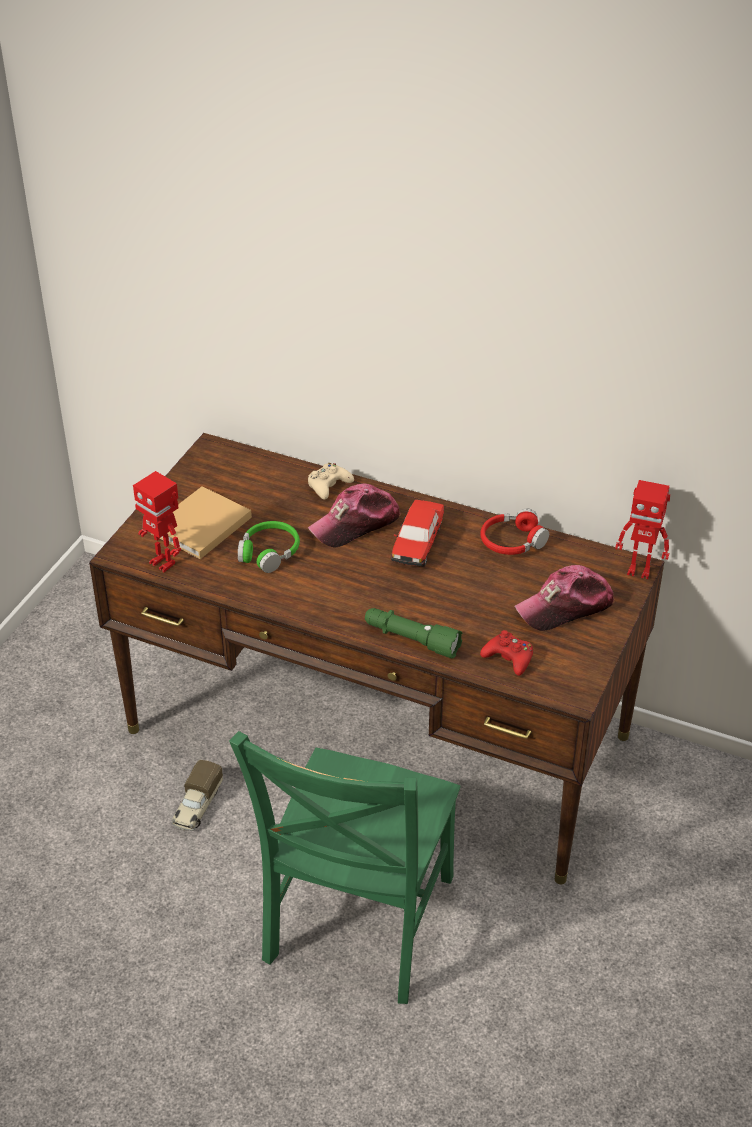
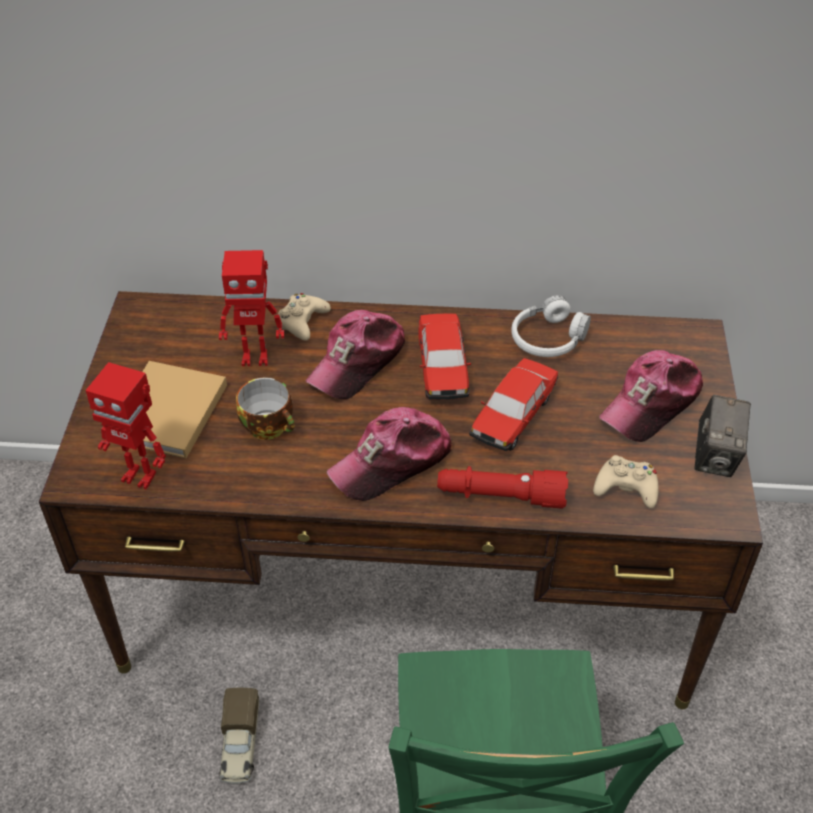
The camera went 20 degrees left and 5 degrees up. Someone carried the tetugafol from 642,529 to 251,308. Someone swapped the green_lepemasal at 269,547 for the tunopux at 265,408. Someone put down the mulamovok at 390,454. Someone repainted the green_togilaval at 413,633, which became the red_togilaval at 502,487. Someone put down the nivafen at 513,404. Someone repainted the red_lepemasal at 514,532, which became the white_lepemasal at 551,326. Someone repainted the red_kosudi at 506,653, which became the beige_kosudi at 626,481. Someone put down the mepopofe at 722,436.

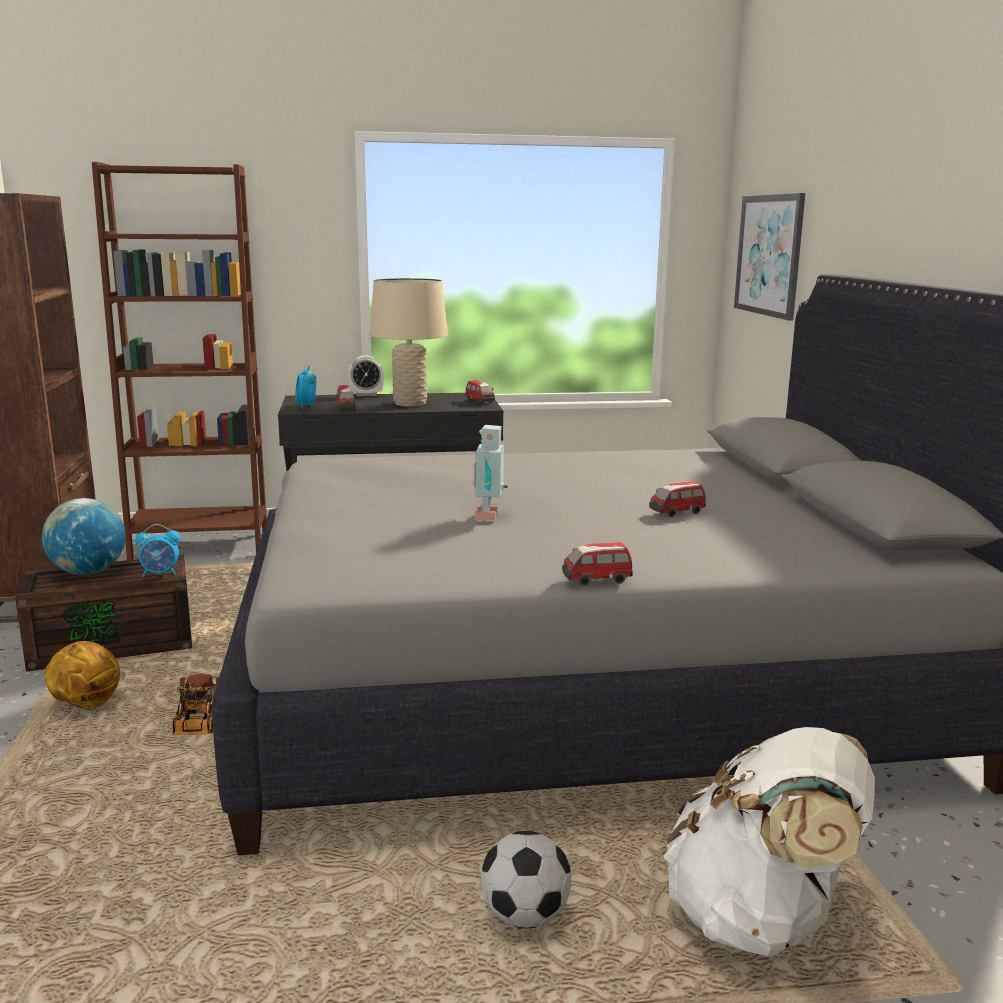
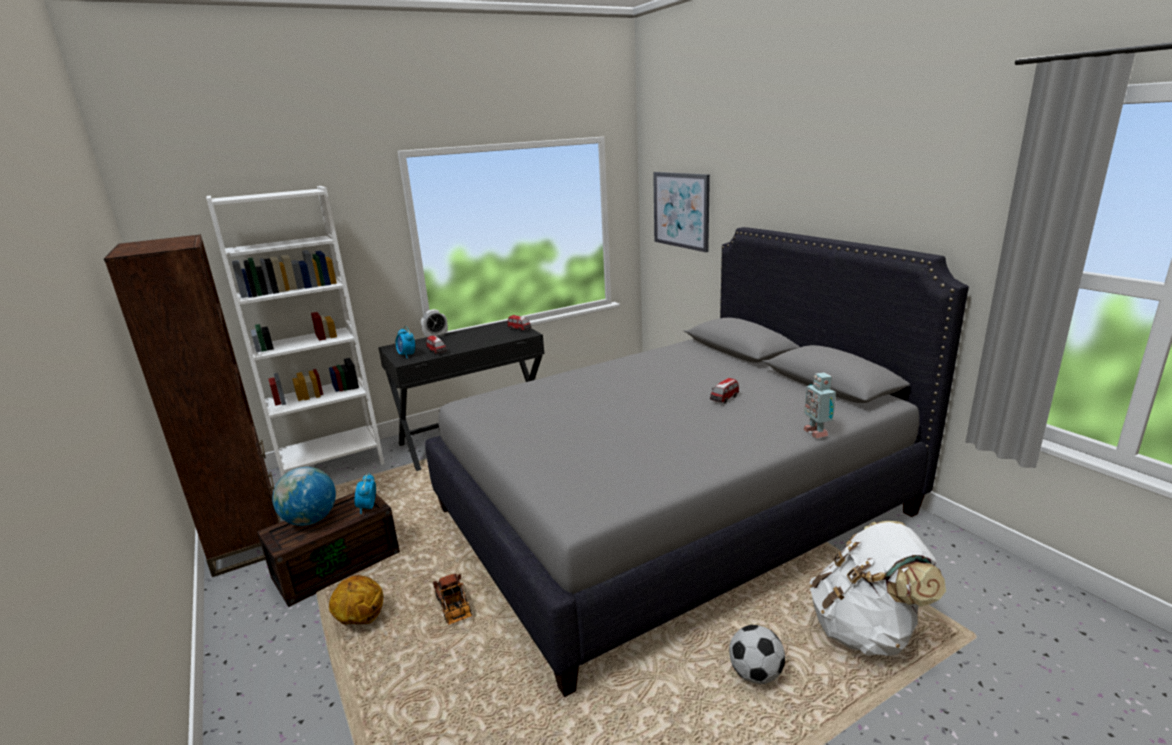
The camera went 20 degrees left and 5 degrees up. Someone repainted the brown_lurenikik at 179,361, which became the white_lurenikik at 295,331. Someone rotated the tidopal at 157,551 by 120 degrees clockwise. Someone carried the tetugafol from 489,472 to 820,405. Someone took away the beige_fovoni at 409,342. Someone took away the nivafen at 597,564.

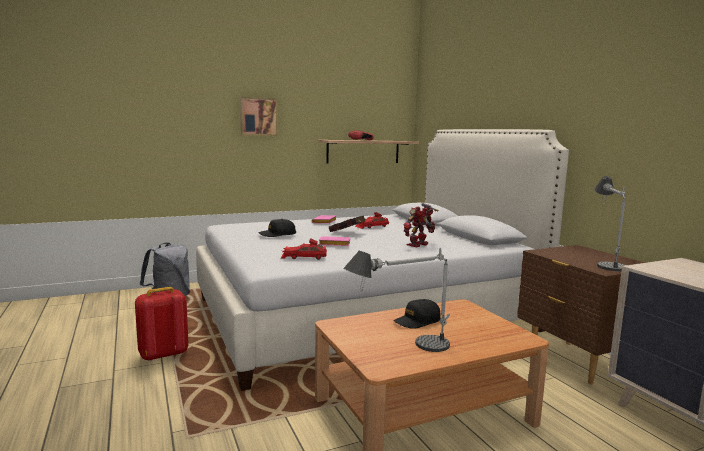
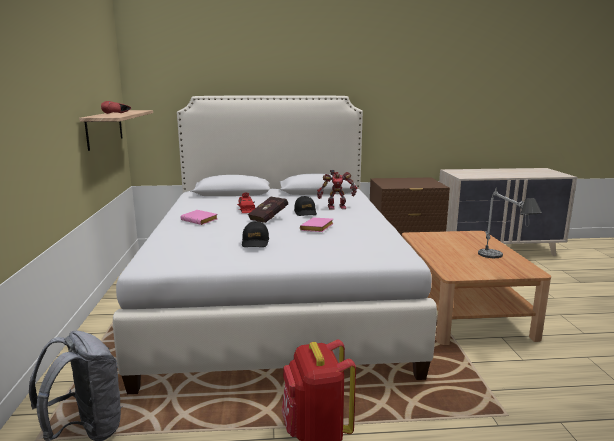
The camera went 70 degrees left and 5 degrees up. Someone carried the black_mulamovok from 417,314 to 305,206. Someone rotated the tetugafol at 420,225 by 75 degrees counterclockwise. Someone took away the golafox at 259,116. Someone took away the red_nivafen at 304,249. Someone took away the fovoni at 610,224.

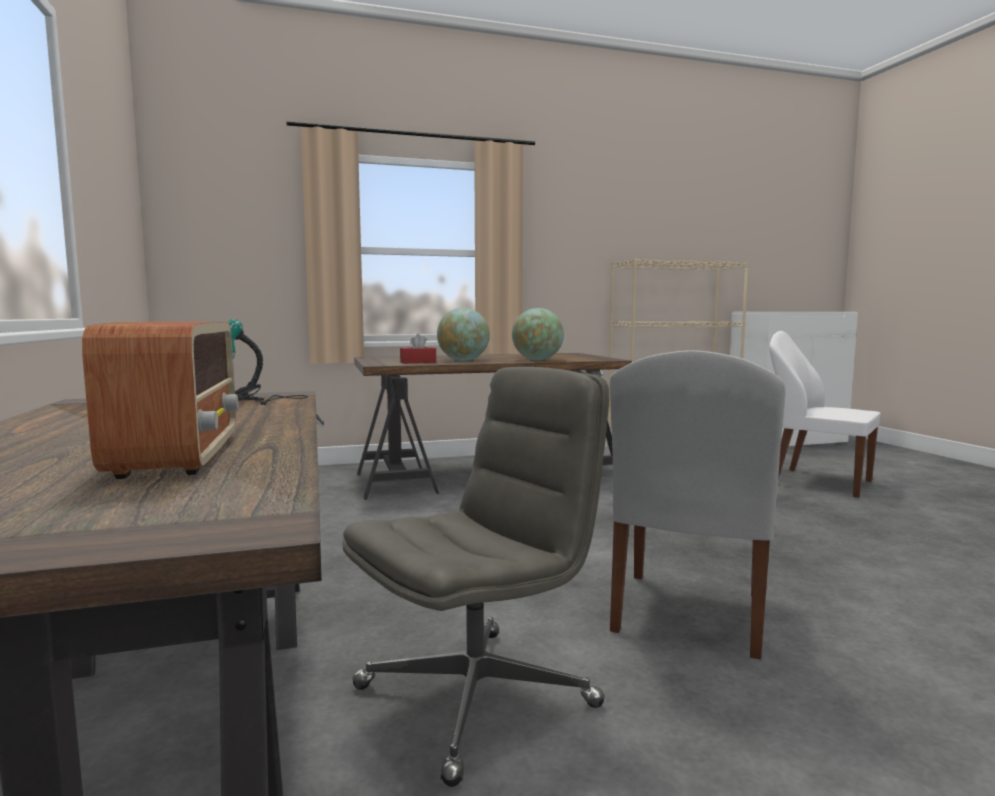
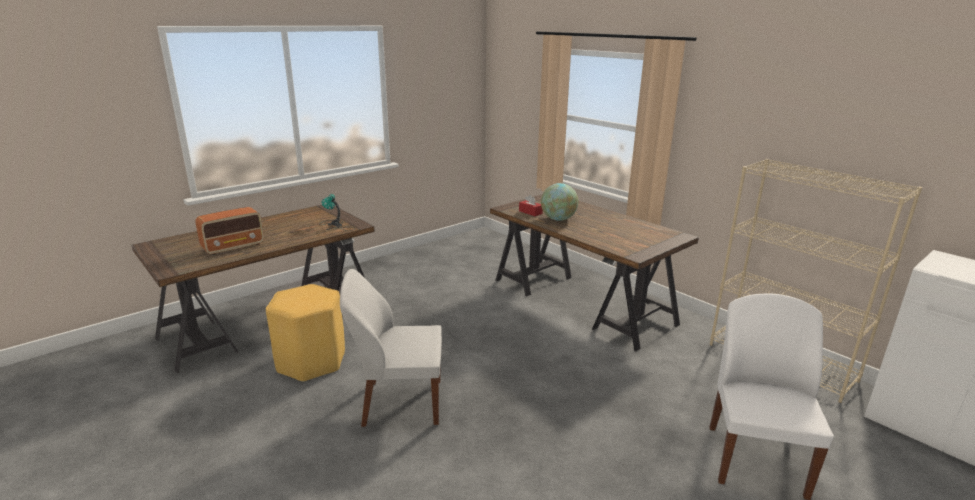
The camera went 65 degrees right and 15 degrees up. Someone swapped the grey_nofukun at 475,577 for the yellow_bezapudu at 305,333. Someone took away the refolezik at 538,334.

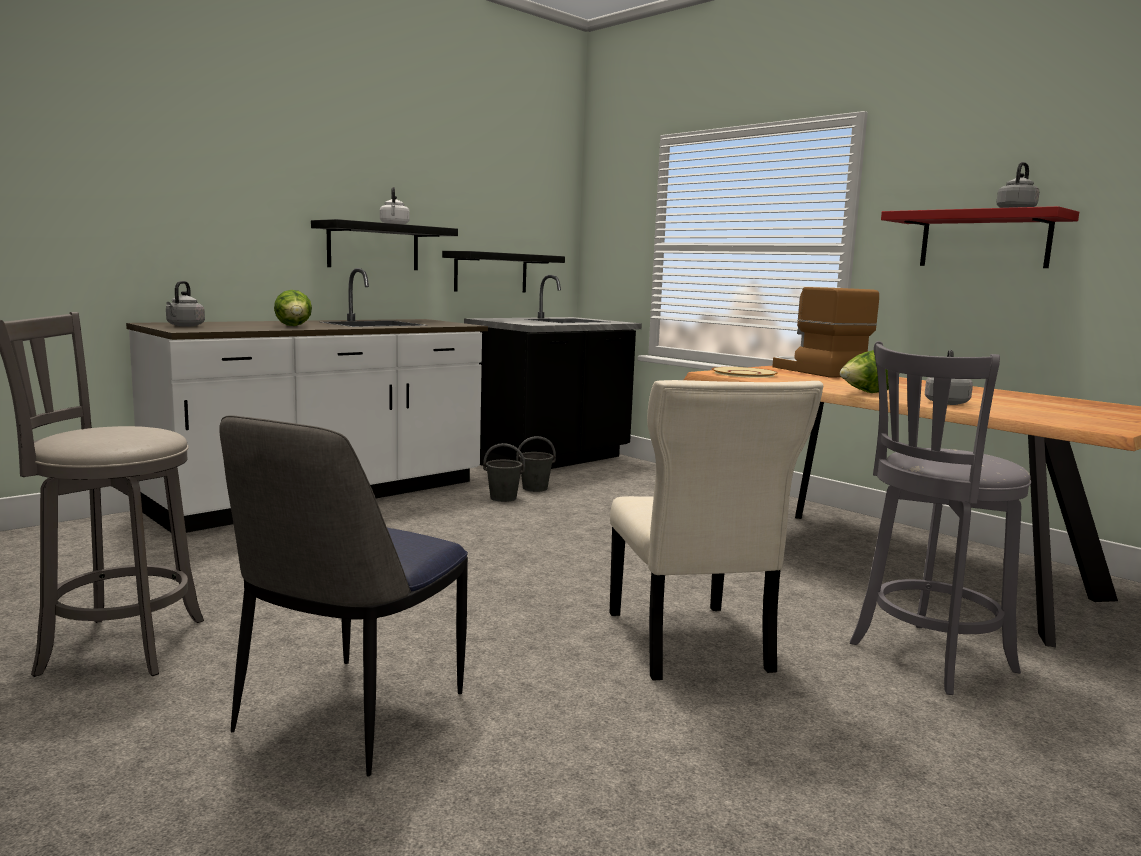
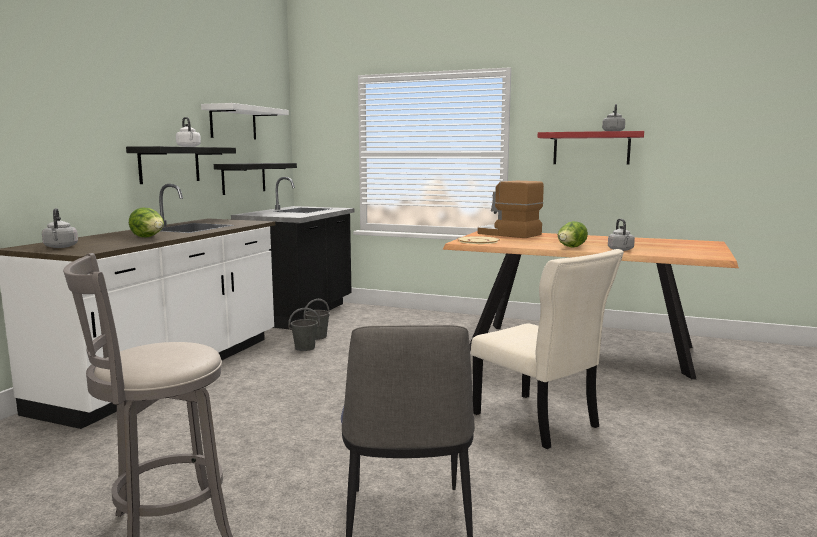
The camera went 25 degrees left and 0 degrees up. Someone put up the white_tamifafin at 245,121. Someone took away the grey_bezapudu at 940,518.

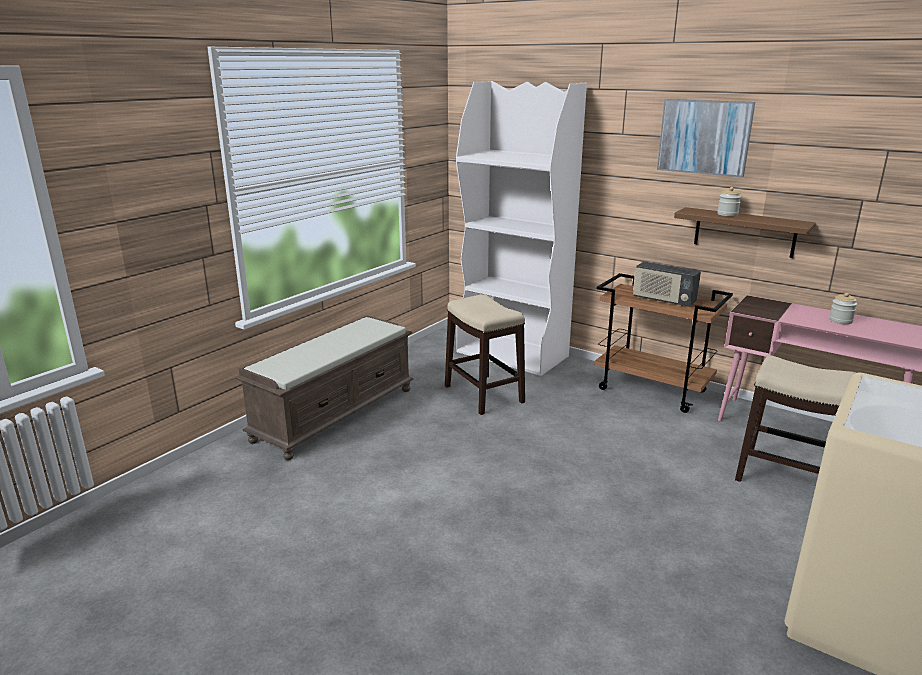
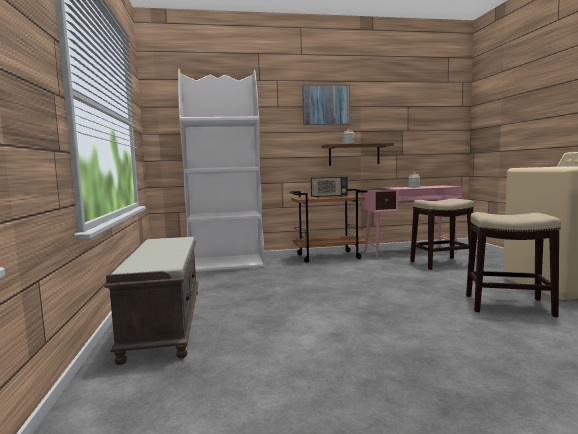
The camera went 45 degrees left and 15 degrees down. Someone carried the bezapudu from 485,354 to 513,264.

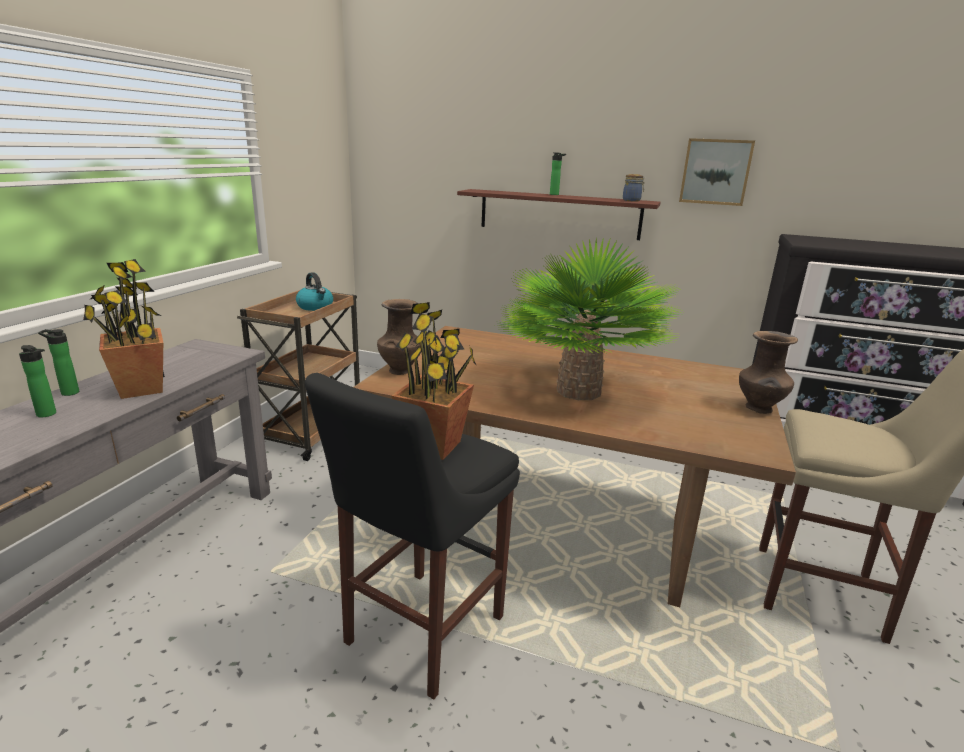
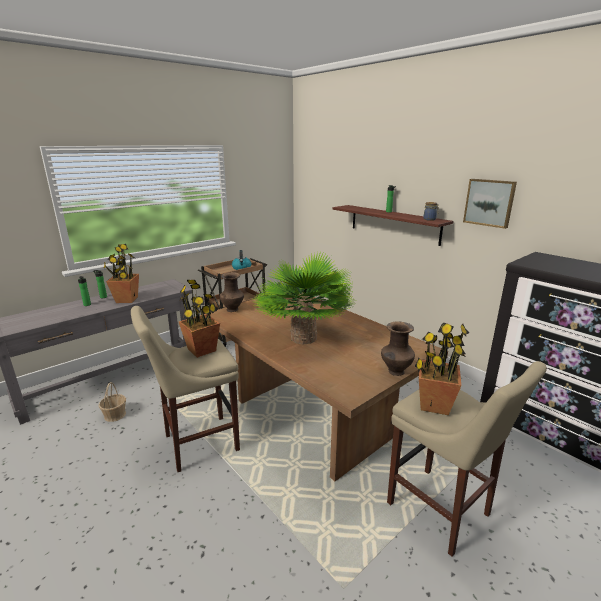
The camera went 30 degrees right and 0 degrees up. Someone put down the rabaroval at 112,402. Someone repainted the black_bezapudu at 412,536, which became the beige_bezapudu at 185,389. Someone put down the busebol at 442,369.

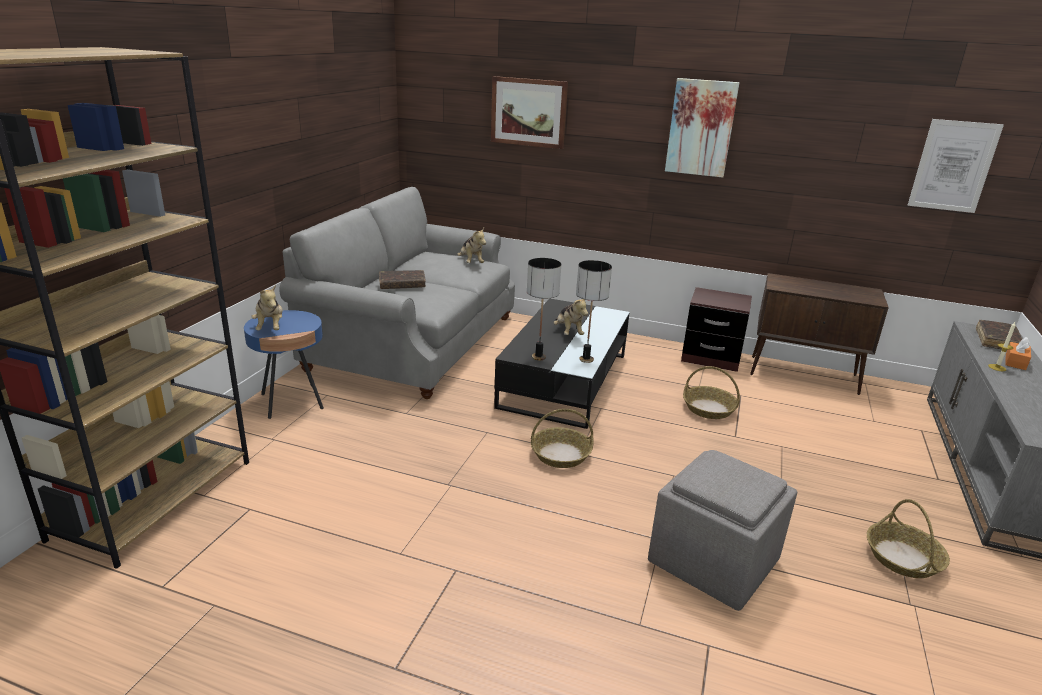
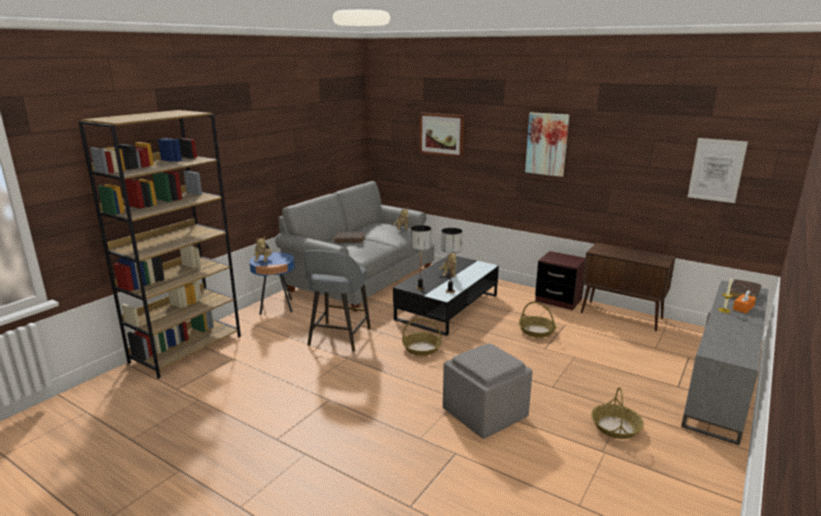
The camera went 15 degrees right and 5 degrees down. Someone put down the grey_bezapudu at 337,301.

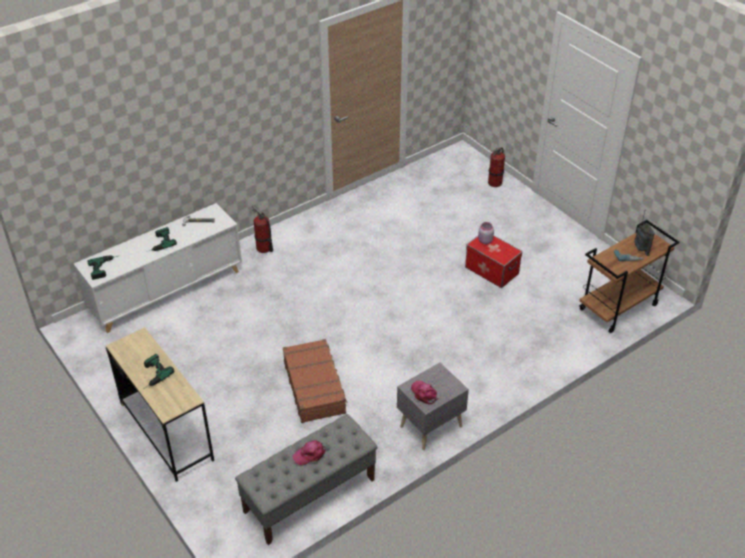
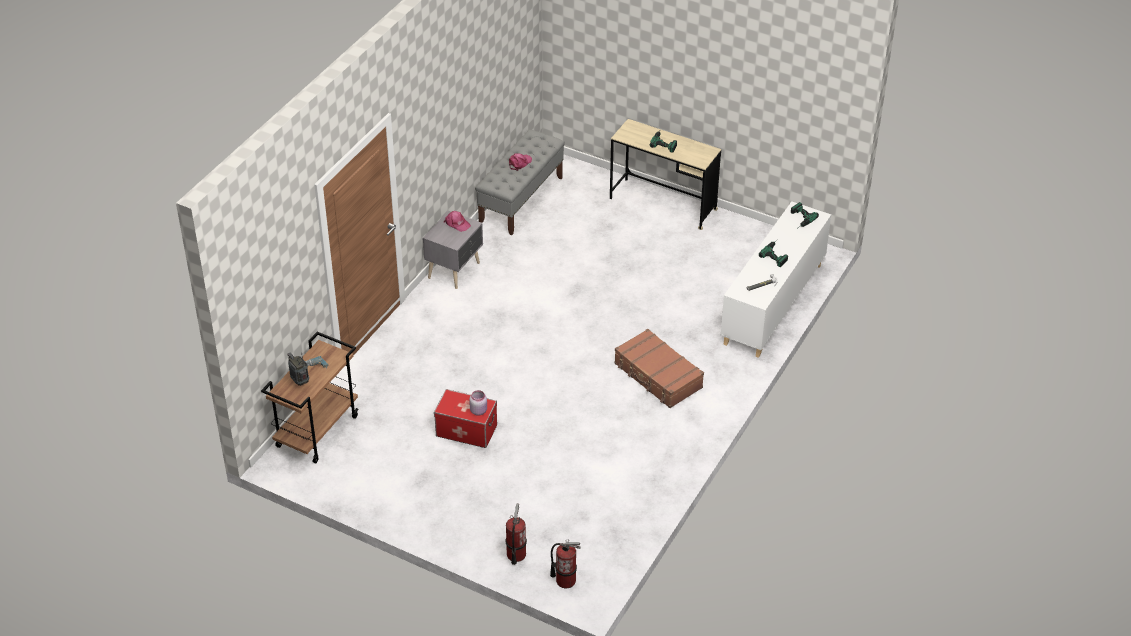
The camera went 155 degrees right and 0 degrees up. Someone carried the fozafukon from 262,229 to 565,563. Someone carried the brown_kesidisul from 315,381 to 659,368.

